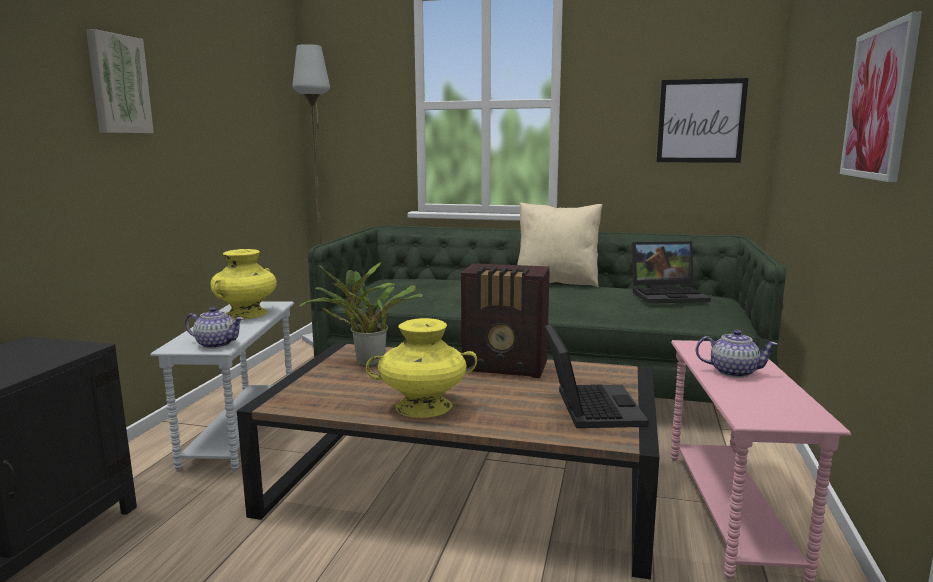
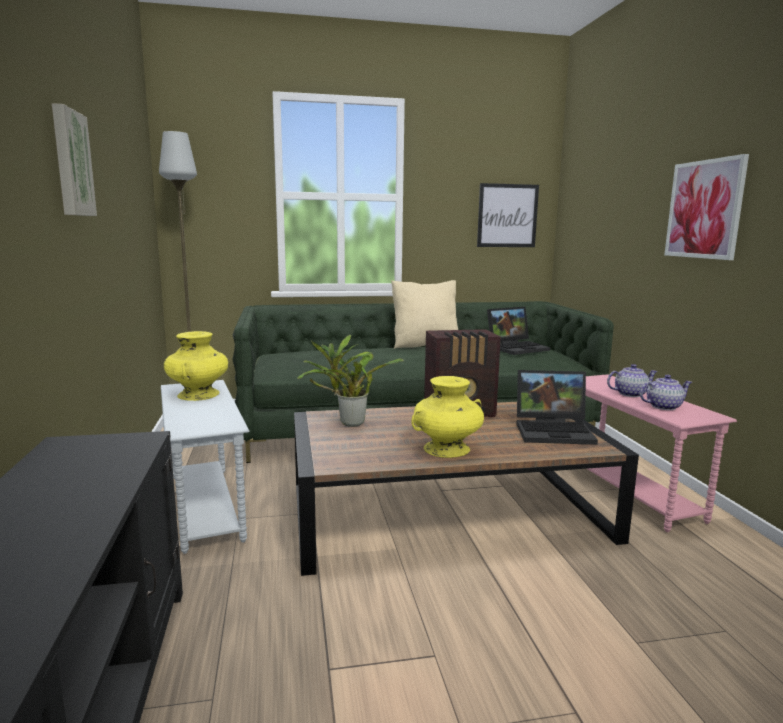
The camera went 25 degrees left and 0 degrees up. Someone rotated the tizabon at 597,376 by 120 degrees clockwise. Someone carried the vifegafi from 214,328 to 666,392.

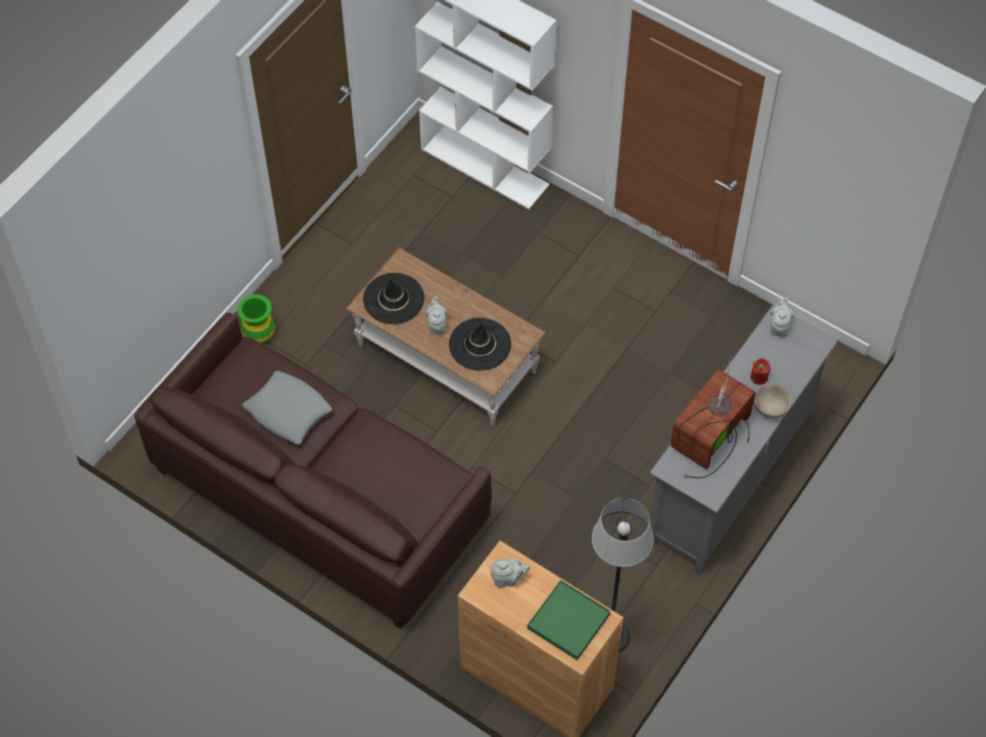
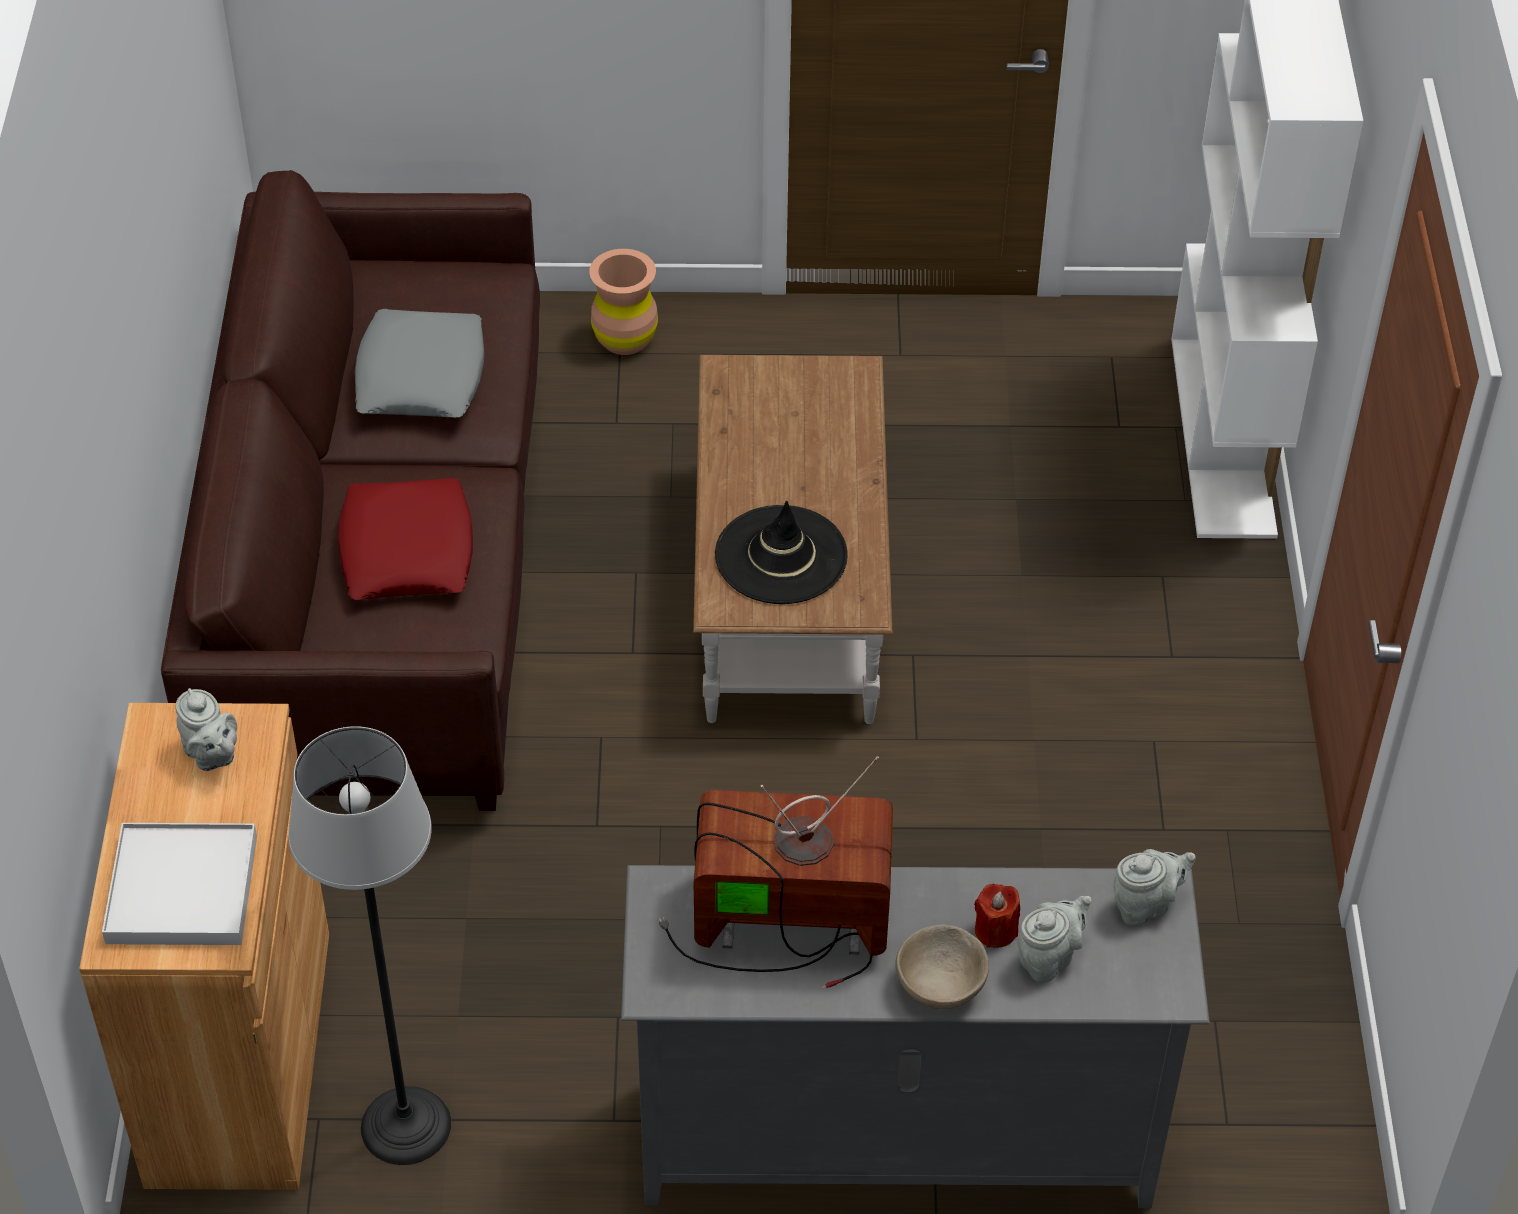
The camera went 55 degrees right and 10 degrees down. Someone repainted the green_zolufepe at 568,620, which became the white_zolufepe at 179,884. Someone put down the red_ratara at 406,539. Someone repainted the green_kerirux at 256,319, which became the brown_kerirux at 623,302. Someone carried the grey_vifegafi from 436,315 to 1055,939. Someone took away the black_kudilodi at 393,298.

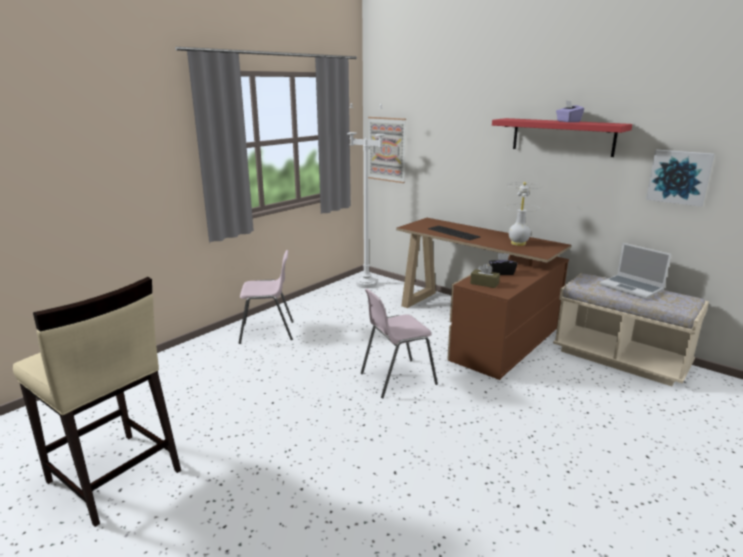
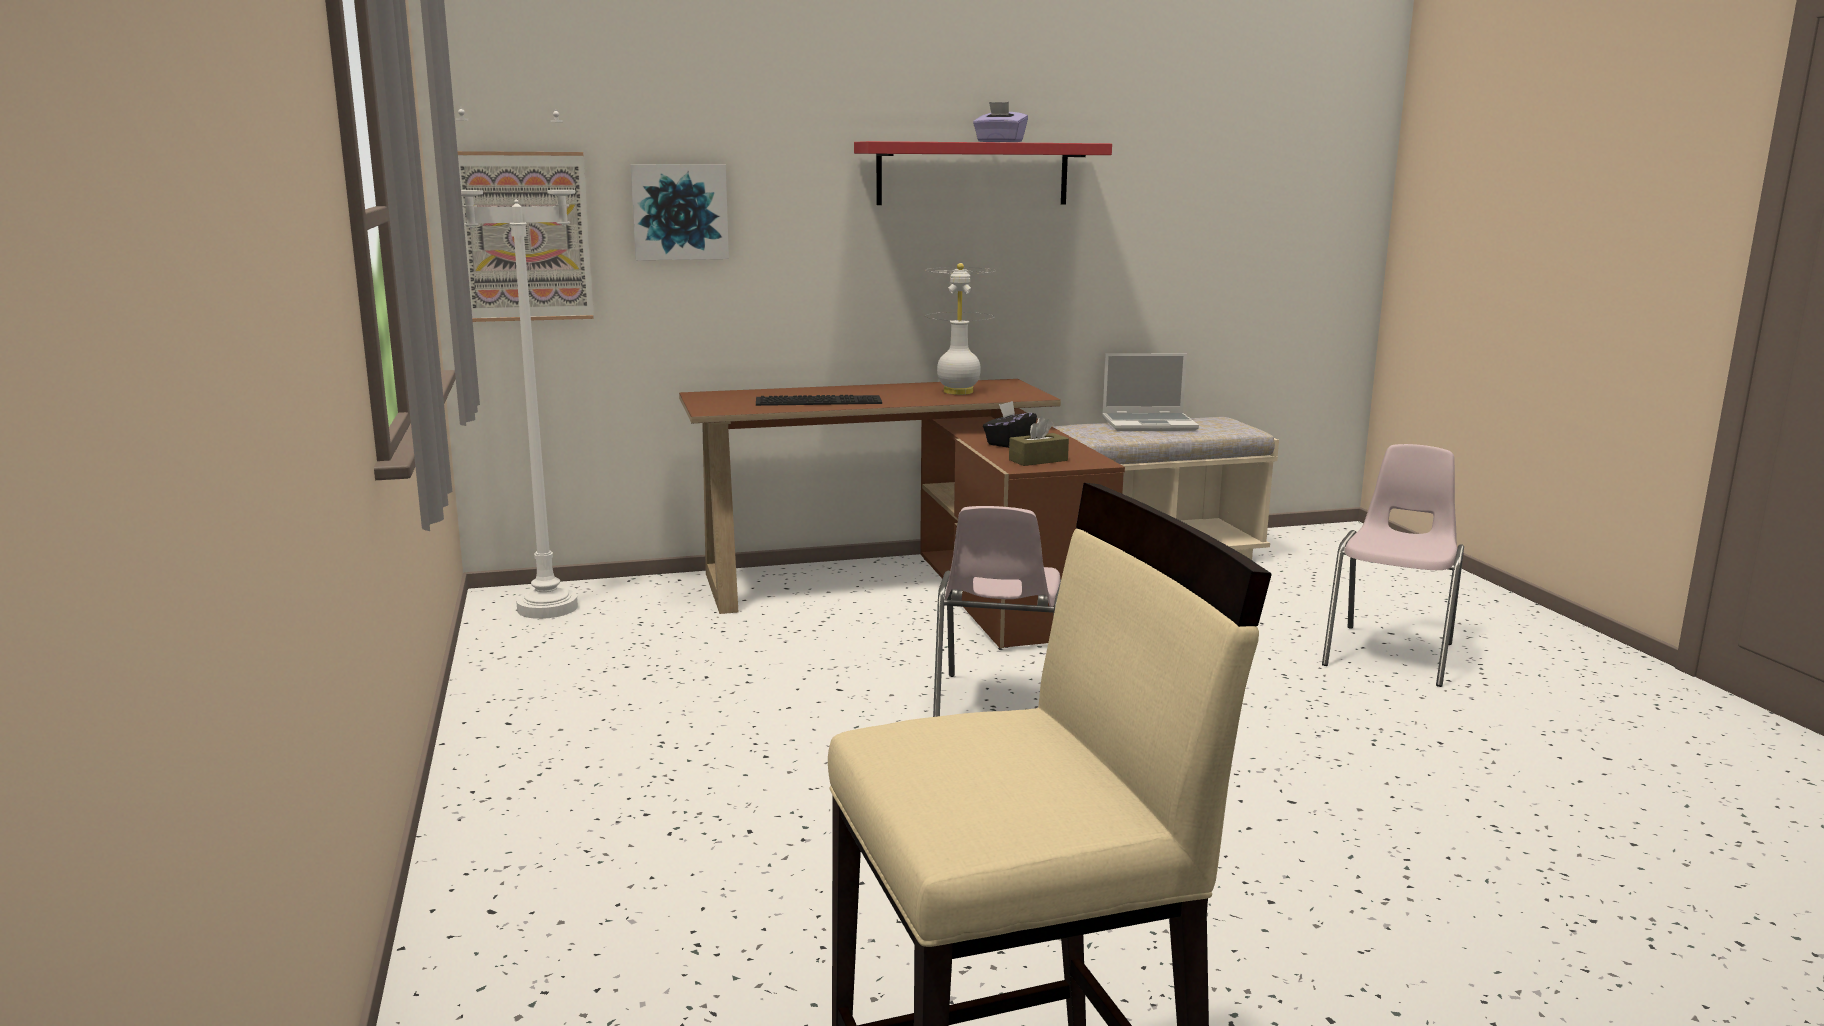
The camera went 55 degrees left and 5 degrees down. Someone carried the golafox from 680,178 to 679,212. Someone carried the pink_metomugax from 266,297 to 1393,565.

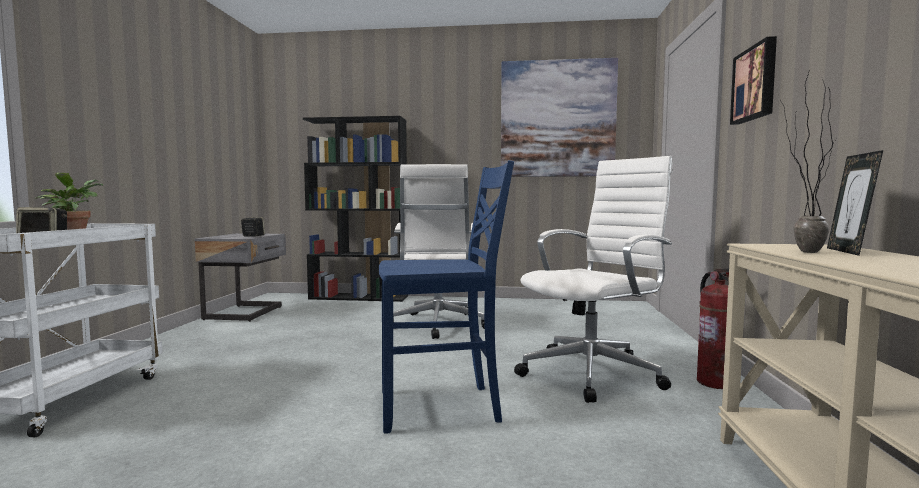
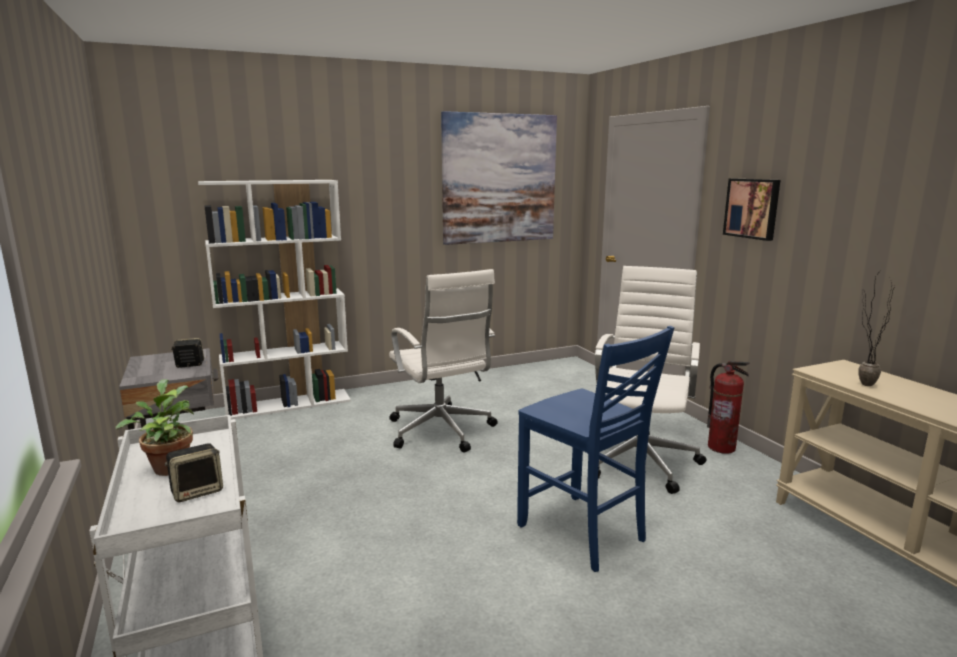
The camera went 30 degrees left and 10 degrees up. Someone repainted the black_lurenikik at 355,209, which became the white_lurenikik at 274,300. Someone rotated the blue_metomugax at 446,297 by 90 degrees clockwise. Someone took away the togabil at 855,203.

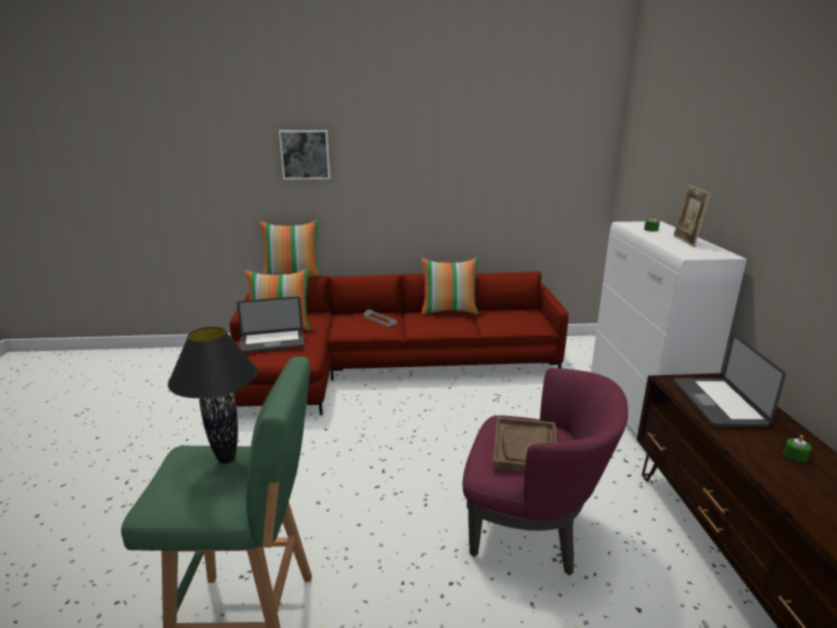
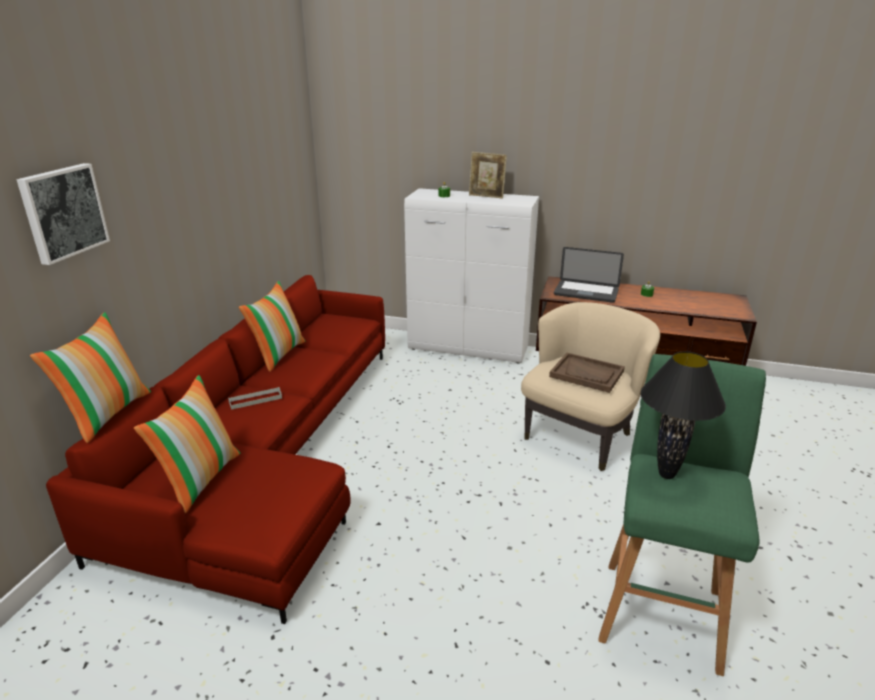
The camera went 70 degrees left and 5 degrees up. Someone repainted the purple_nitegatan at 545,472, which became the beige_nitegatan at 590,386. Someone took away the tizabon at 271,324.

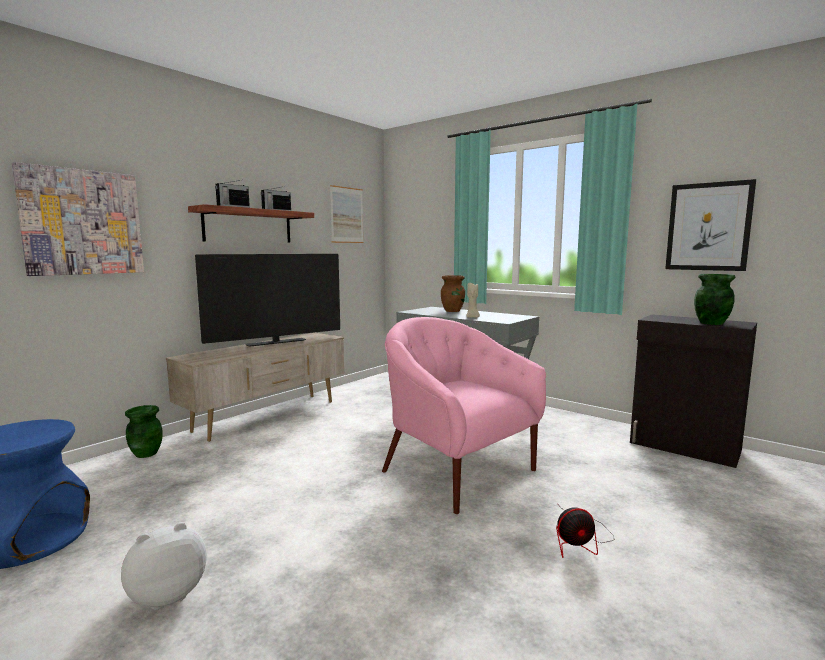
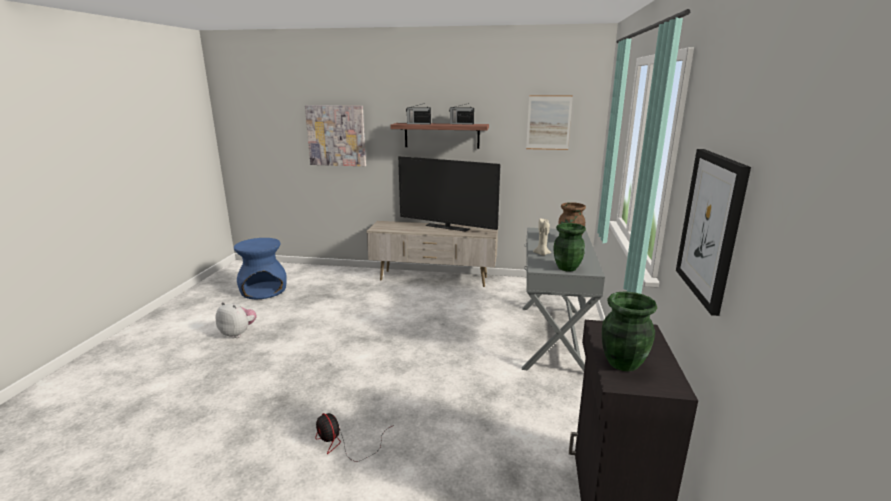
The camera went 60 degrees right and 10 degrees up. Someone carried the green_kerirux from 144,431 to 569,247. Someone took away the pink_nitegatan at 464,415.

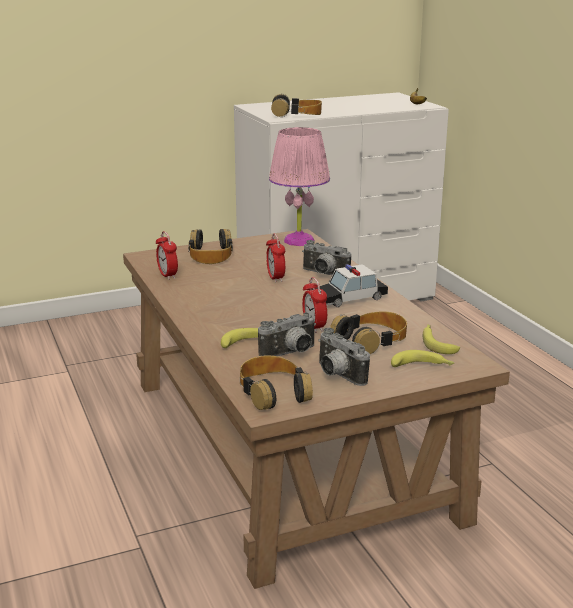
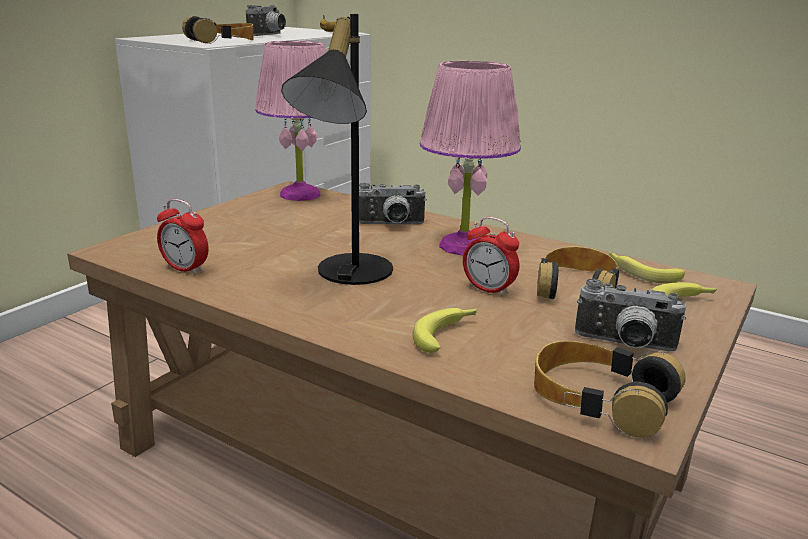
The camera went 35 degrees left and 0 degrees up. Someone carried the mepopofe from 287,334 to 266,20. Someone put down the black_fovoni at 337,149. Someone swapped the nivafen at 350,285 for the pink_fovoni at 470,158. Someone took away the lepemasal at 210,246. Someone took away the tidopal at 275,258.

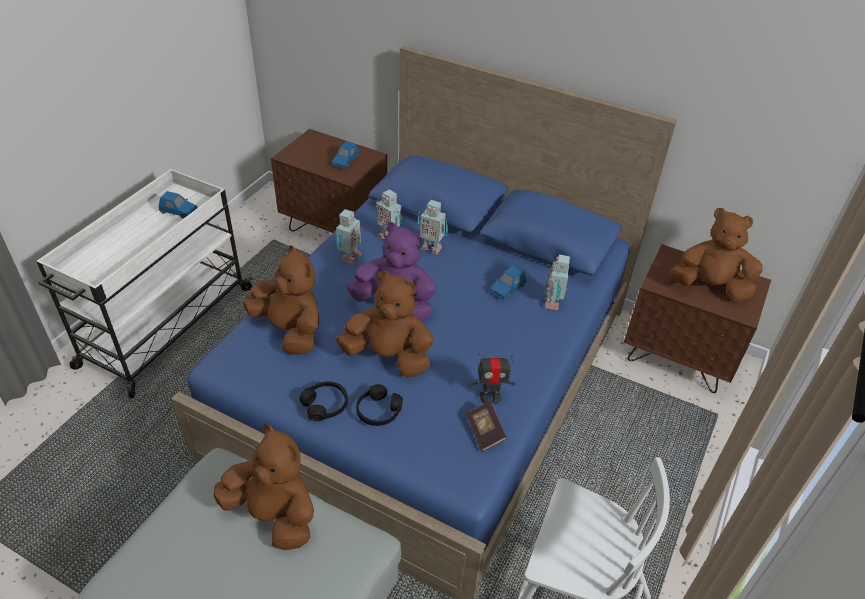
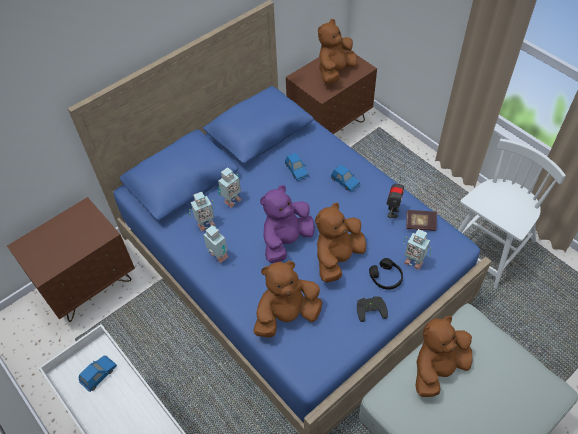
The camera went 65 degrees left and 10 degrees up. Someone carried the blue_nivafen from 345,155 to 345,178. Someone swapped the black_lepemasal at 324,401 for the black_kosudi at 372,309. Someone carried the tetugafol from 557,282 to 417,249.

